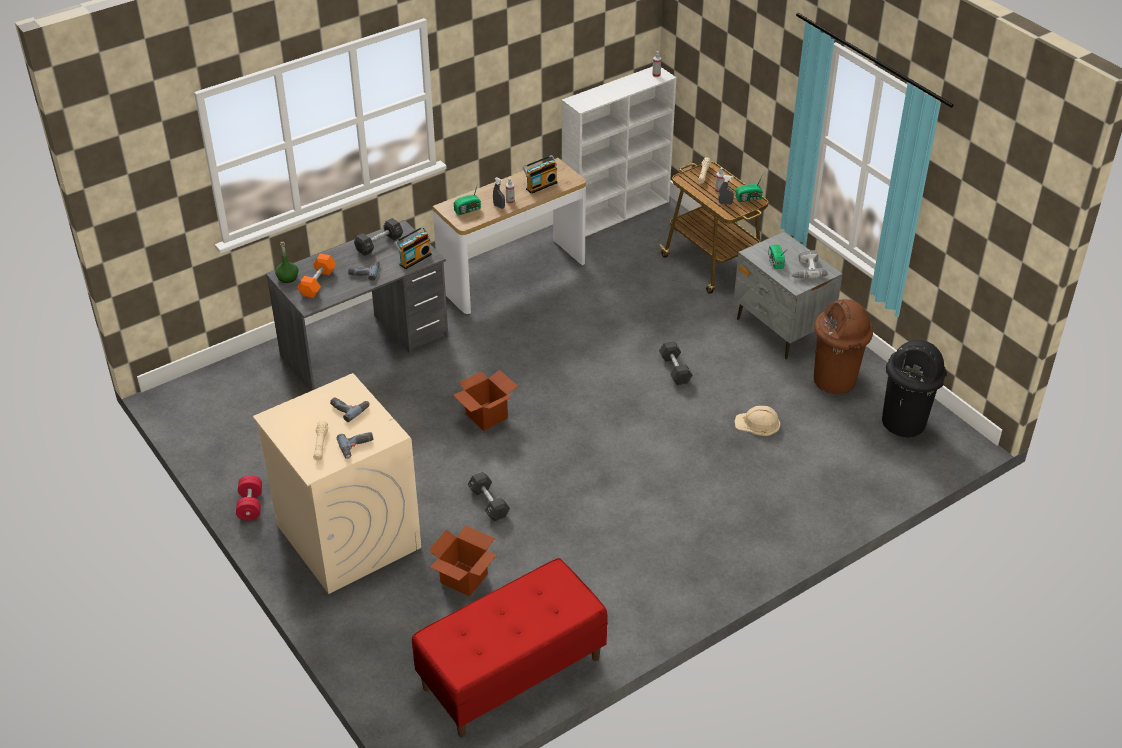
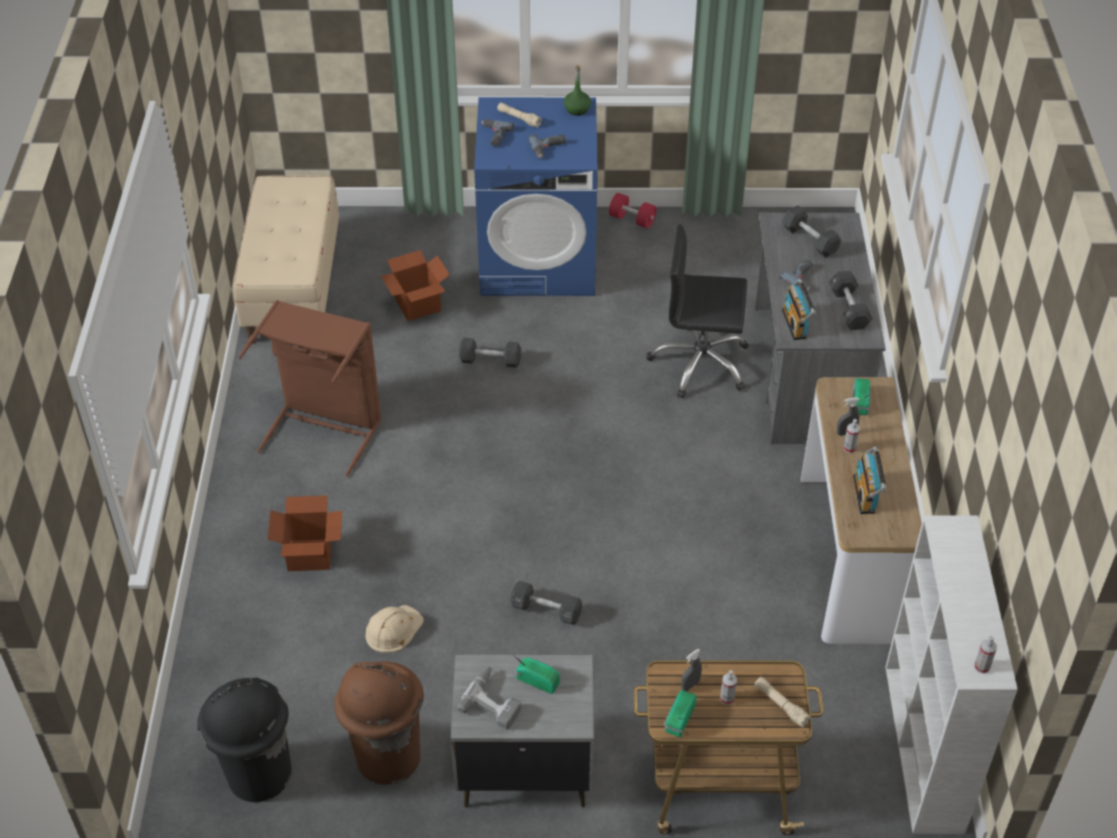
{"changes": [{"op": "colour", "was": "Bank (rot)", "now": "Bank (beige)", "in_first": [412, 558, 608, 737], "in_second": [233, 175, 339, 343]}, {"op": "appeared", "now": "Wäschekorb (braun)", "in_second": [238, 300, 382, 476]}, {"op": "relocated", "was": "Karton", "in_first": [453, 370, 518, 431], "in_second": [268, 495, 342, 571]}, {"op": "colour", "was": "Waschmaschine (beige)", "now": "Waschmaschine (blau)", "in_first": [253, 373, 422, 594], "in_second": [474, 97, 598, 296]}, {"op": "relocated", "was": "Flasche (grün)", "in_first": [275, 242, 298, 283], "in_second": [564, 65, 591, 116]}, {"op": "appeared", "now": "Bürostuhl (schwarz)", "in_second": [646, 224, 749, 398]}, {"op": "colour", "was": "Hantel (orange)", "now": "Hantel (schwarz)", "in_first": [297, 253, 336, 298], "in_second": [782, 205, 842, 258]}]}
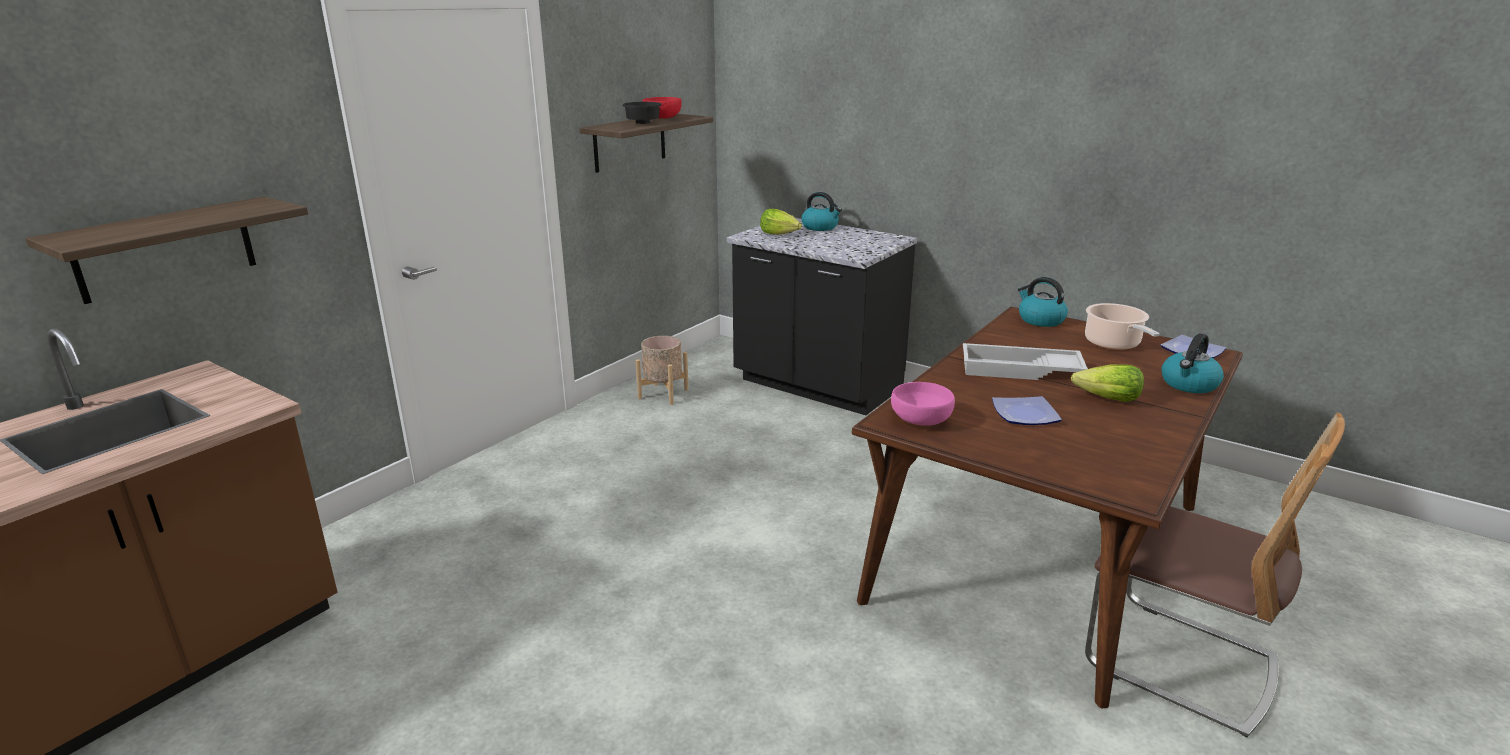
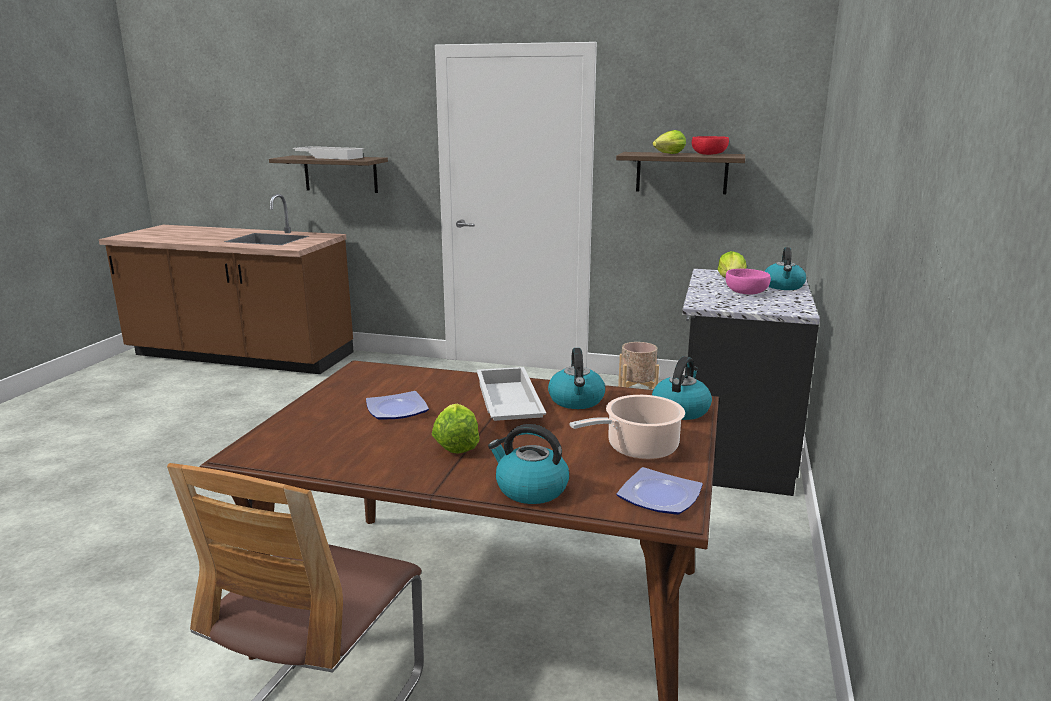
{"changes": [{"op": "appeared", "now": "Tablett (weiß)", "in_second": [293, 146, 364, 160]}, {"op": "appeared", "now": "Wasserkessel", "in_second": [548, 348, 605, 409]}, {"op": "exchanged", "was": "Schüssel (schwarz)", "now": "Salatkopf", "in_first": [622, 102, 662, 124], "in_second": [652, 130, 686, 154]}, {"op": "relocated", "was": "Schüssel (rosa)", "in_first": [891, 382, 955, 426], "in_second": [726, 269, 771, 295]}]}
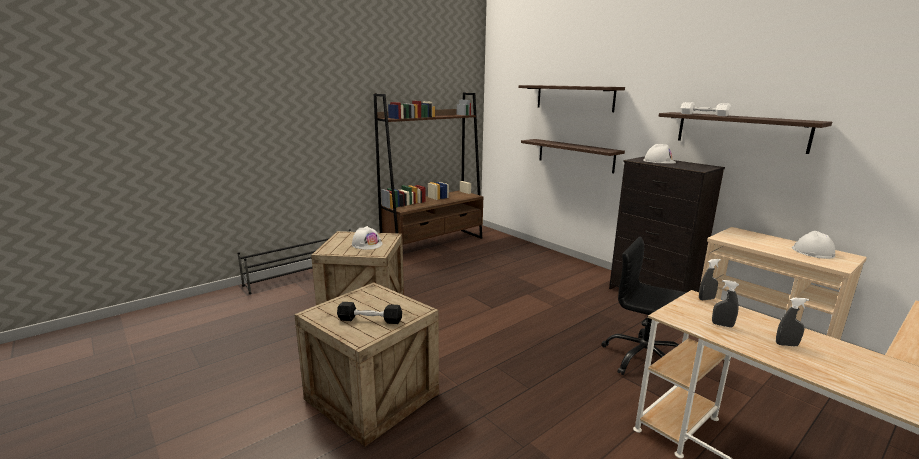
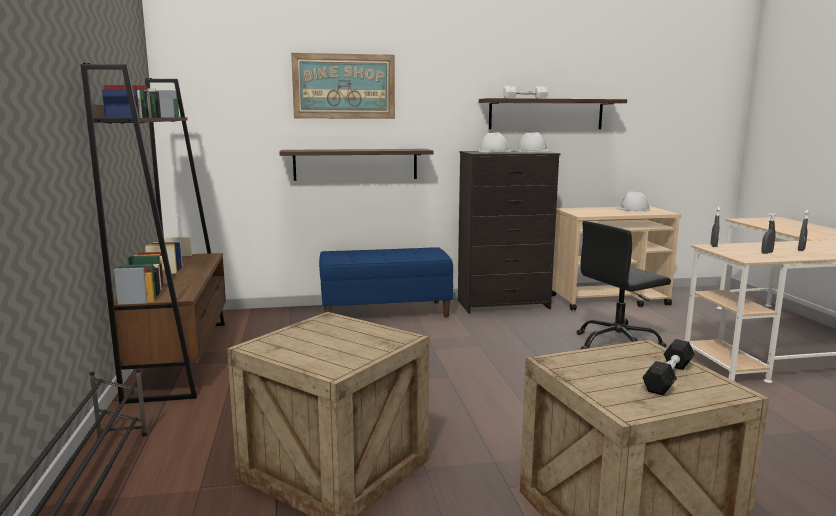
{"changes": [{"op": "exchanged", "was": "Wandregal", "now": "Bild", "in_first": [519, 85, 625, 112], "in_second": [291, 53, 395, 119]}, {"op": "appeared", "now": "Bank (blau)", "in_second": [319, 247, 453, 318]}, {"op": "relocated", "was": "Schutzhelm (weiß)", "in_first": [352, 226, 382, 250], "in_second": [516, 132, 550, 152]}]}
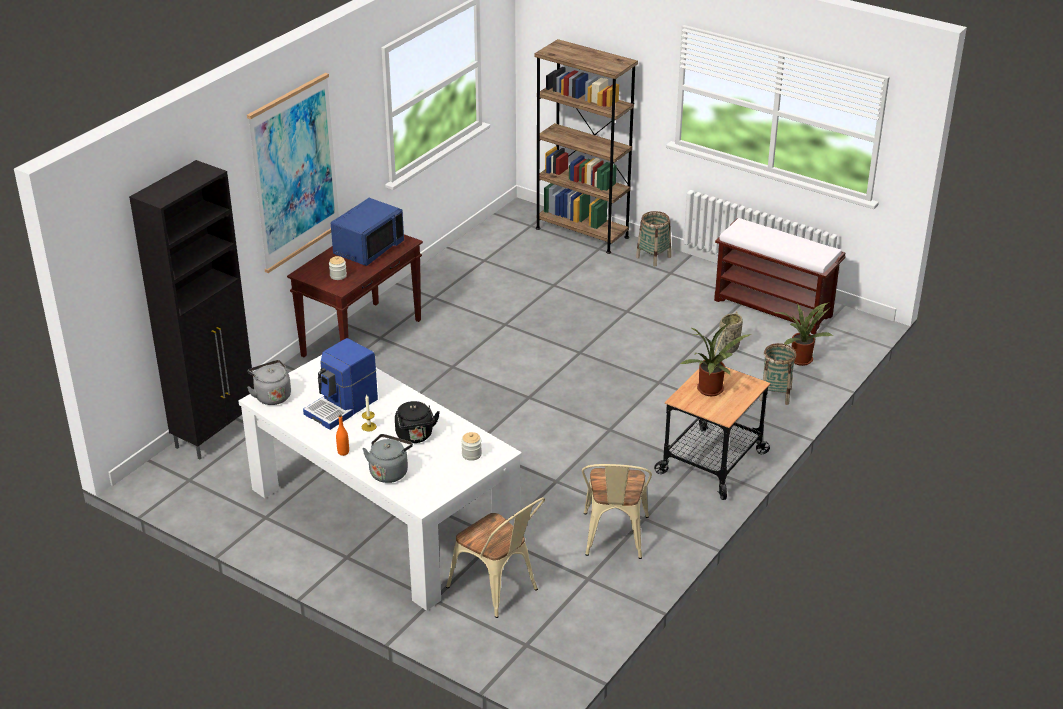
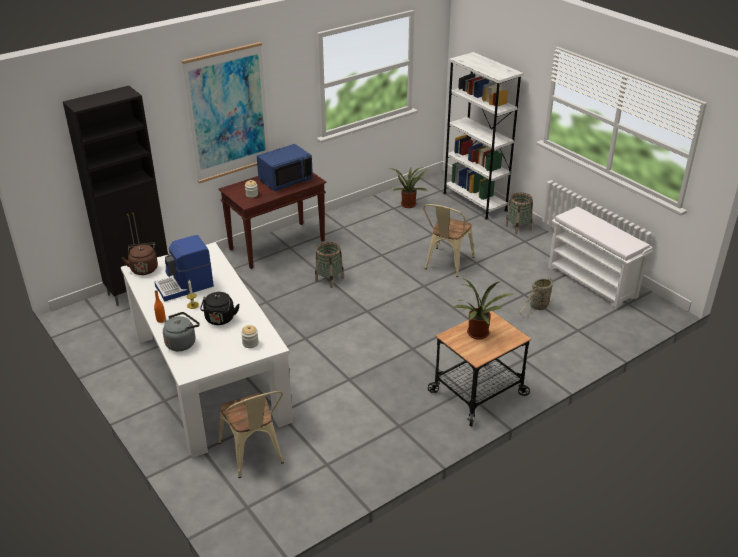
{"changes": [{"op": "colour", "was": "Wasserkessel (grau)", "now": "Wasserkessel (braun)", "in_first": [247, 360, 291, 405], "in_second": [122, 243, 158, 275]}, {"op": "relocated", "was": "Korb", "in_first": [759, 343, 796, 405], "in_second": [315, 242, 344, 288]}, {"op": "relocated", "was": "Topfpflanze", "in_first": [775, 302, 833, 366], "in_second": [389, 167, 427, 208]}, {"op": "relocated", "was": "Stuhl (beige)", "in_first": [582, 464, 652, 559], "in_second": [423, 204, 475, 277]}, {"op": "colour", "was": "Bücherregal (braun)", "now": "Bücherregal (weiß)", "in_first": [534, 39, 638, 254], "in_second": [443, 52, 523, 220]}, {"op": "colour", "was": "Bank (braun)", "now": "Bank (weiß)", "in_first": [714, 218, 846, 334], "in_second": [548, 207, 653, 309]}]}
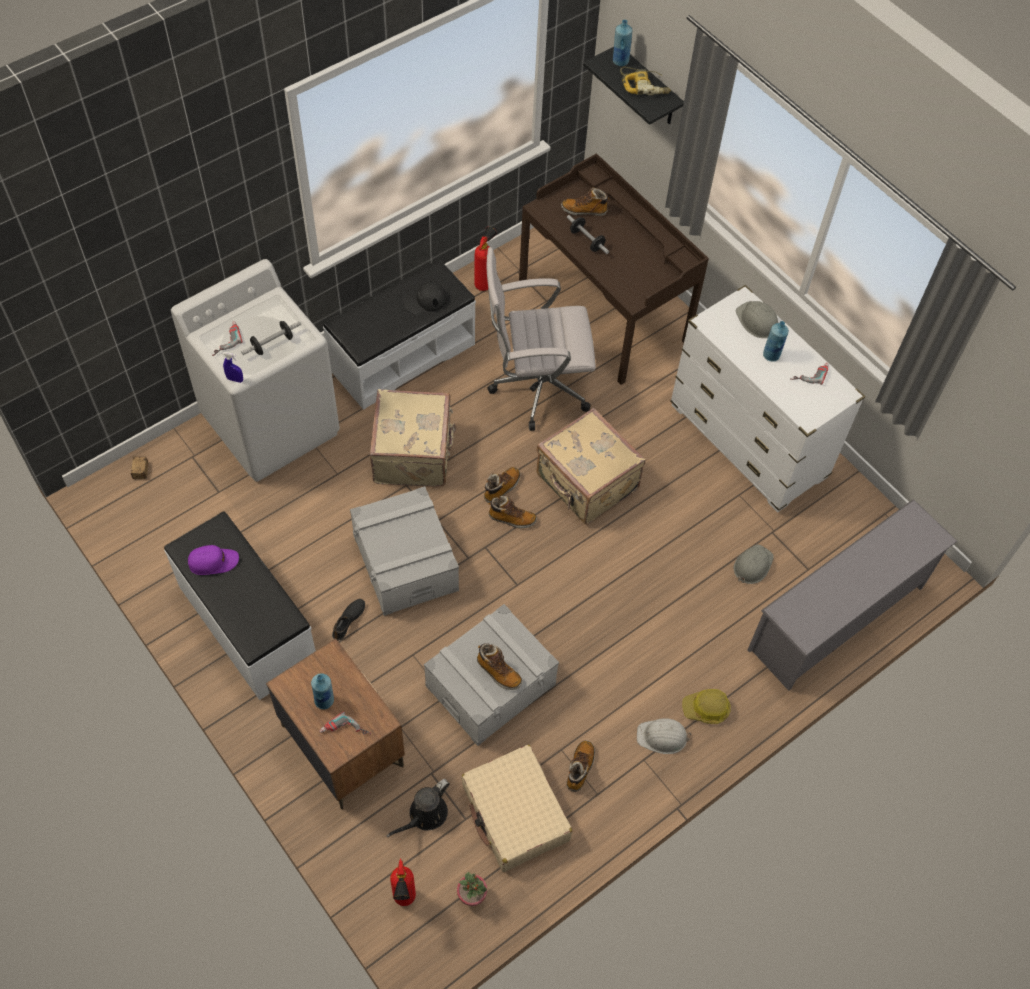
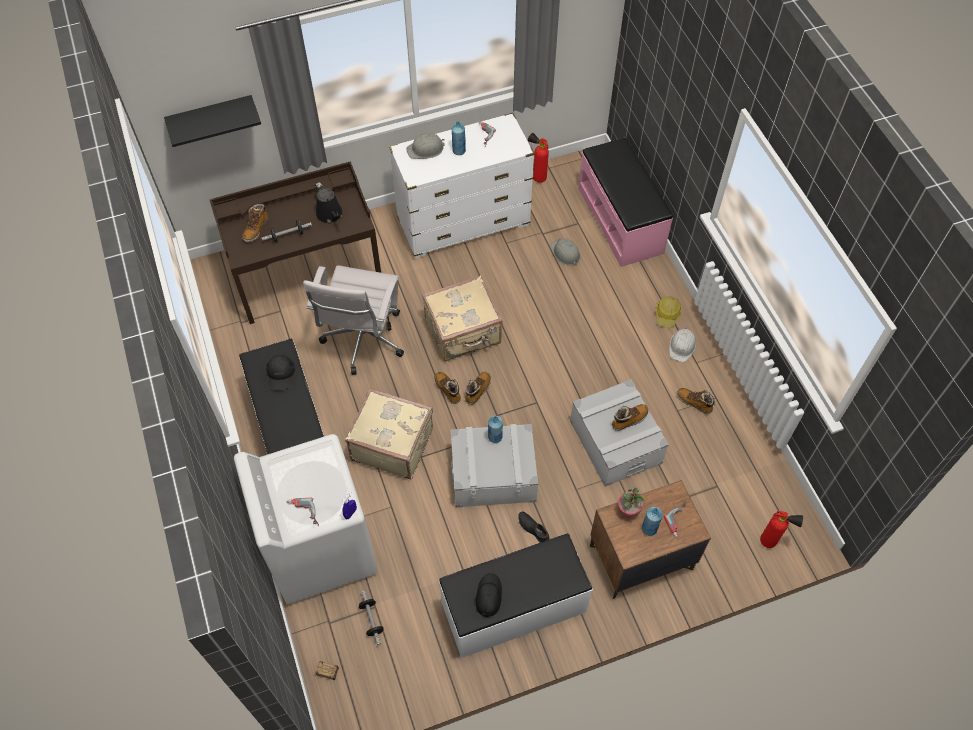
{"changes": [{"op": "relocated", "was": "Gießkanne (schwarz)", "in_first": [386, 779, 450, 837], "in_second": [315, 182, 343, 224]}, {"op": "relocated", "was": "Hantel", "in_first": [241, 321, 301, 355], "in_second": [359, 591, 384, 645]}, {"op": "colour", "was": "Kappe (lila)", "now": "Kappe (schwarz)", "in_first": [188, 545, 239, 575], "in_second": [476, 573, 502, 617]}, {"op": "relocated", "was": "Flasche (blau)", "in_first": [613, 20, 632, 66], "in_second": [488, 416, 503, 443]}, {"op": "relocated", "was": "Feuerlöscher", "in_first": [474, 227, 497, 291], "in_second": [528, 133, 549, 183]}, {"op": "exchanged", "was": "Schuhregal (grau)", "now": "Bank (rosa)", "in_first": [748, 499, 958, 691], "in_second": [578, 137, 673, 267]}, {"op": "relocated", "was": "Topfpflanze", "in_first": [457, 872, 487, 906], "in_second": [618, 487, 644, 518]}, {"op": "missing", "was": "Koffer (beige)", "in_first": [461, 745, 573, 872]}, {"op": "missing", "was": "Bohrmaschine", "in_first": [620, 67, 671, 95]}]}
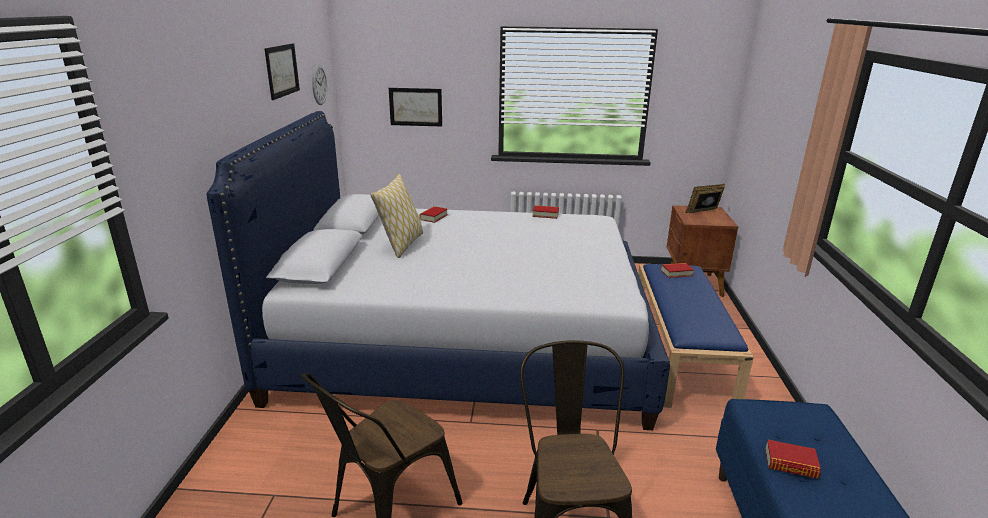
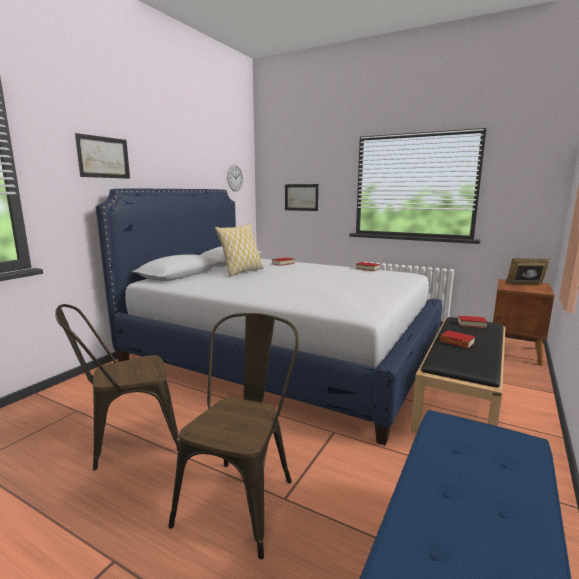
{"changes": [{"op": "relocated", "was": "Bild", "in_first": [264, 43, 300, 100], "in_second": [75, 133, 130, 179]}, {"op": "colour", "was": "Bank (blau)", "now": "Bank (schwarz)", "in_first": [638, 264, 754, 408], "in_second": [411, 317, 506, 433]}, {"op": "relocated", "was": "Buch", "in_first": [765, 439, 821, 479], "in_second": [440, 330, 475, 348]}]}
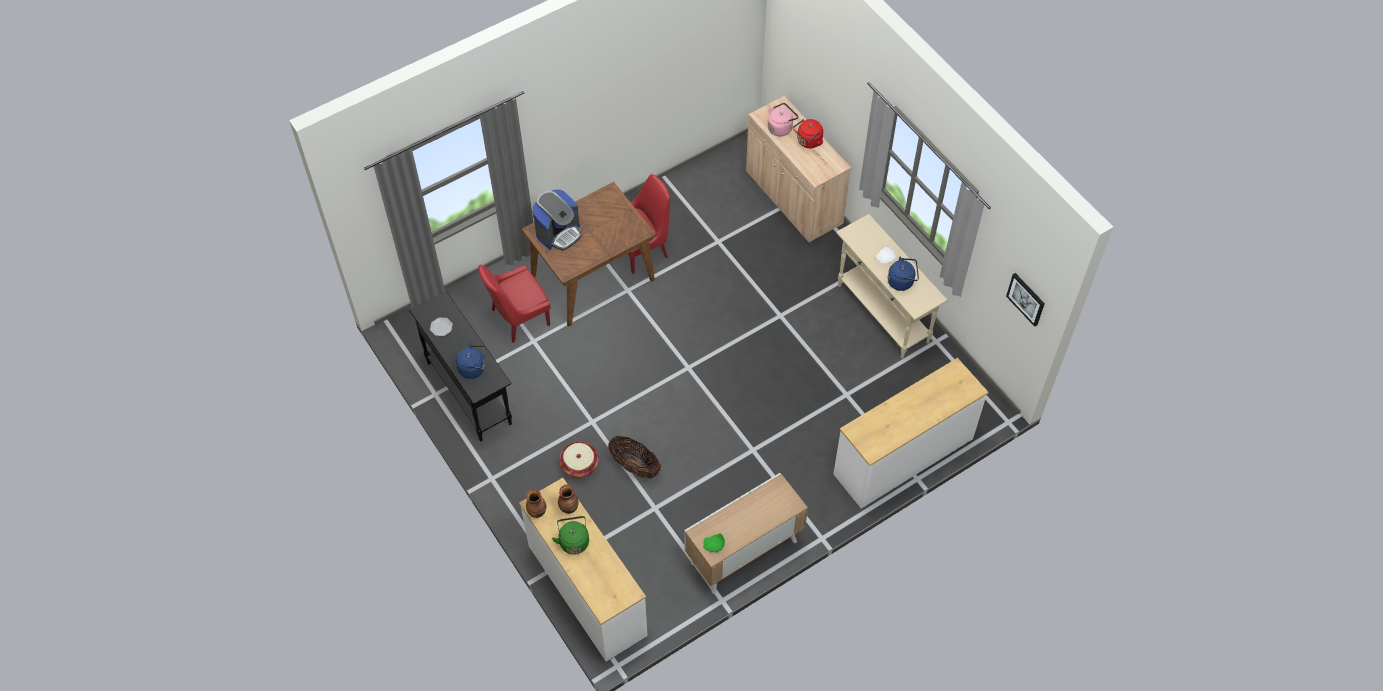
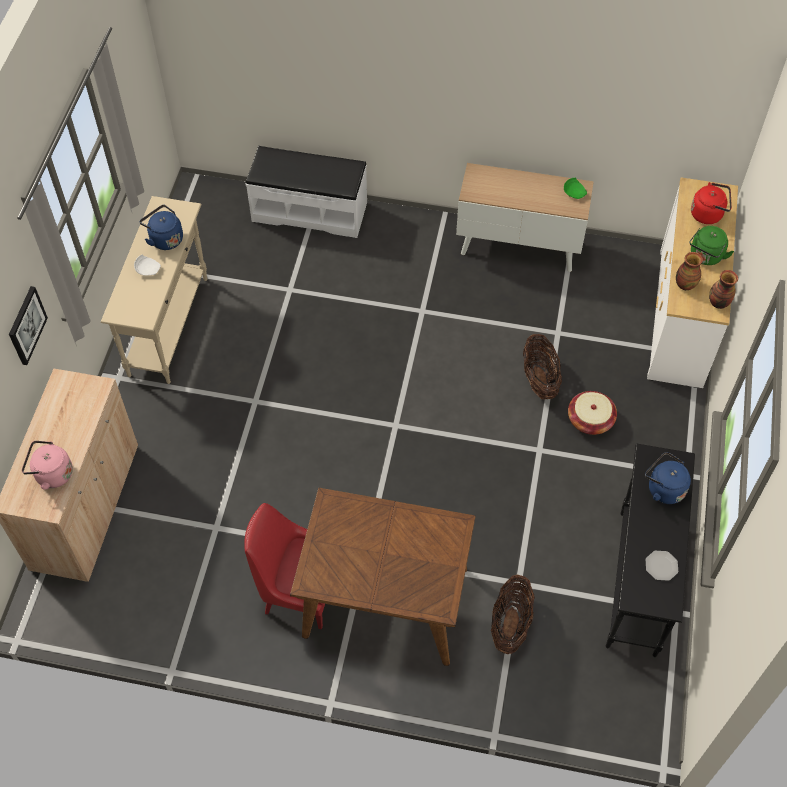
{"changes": [{"op": "relocated", "was": "Bild", "in_first": [1006, 273, 1045, 327], "in_second": [9, 286, 48, 365]}, {"op": "exchanged", "was": "Kommode (weiß)", "now": "Bank (weiß)", "in_first": [833, 358, 988, 509], "in_second": [246, 146, 367, 238]}, {"op": "exchanged", "was": "Stuhl (rot)", "now": "Korb", "in_first": [478, 264, 550, 343], "in_second": [491, 574, 535, 654]}, {"op": "relocated", "was": "Wasserkessel (rot)", "in_first": [793, 119, 823, 148], "in_second": [691, 182, 732, 224]}, {"op": "missing", "was": "Kaffeemaschine", "in_first": [532, 189, 582, 251]}]}
